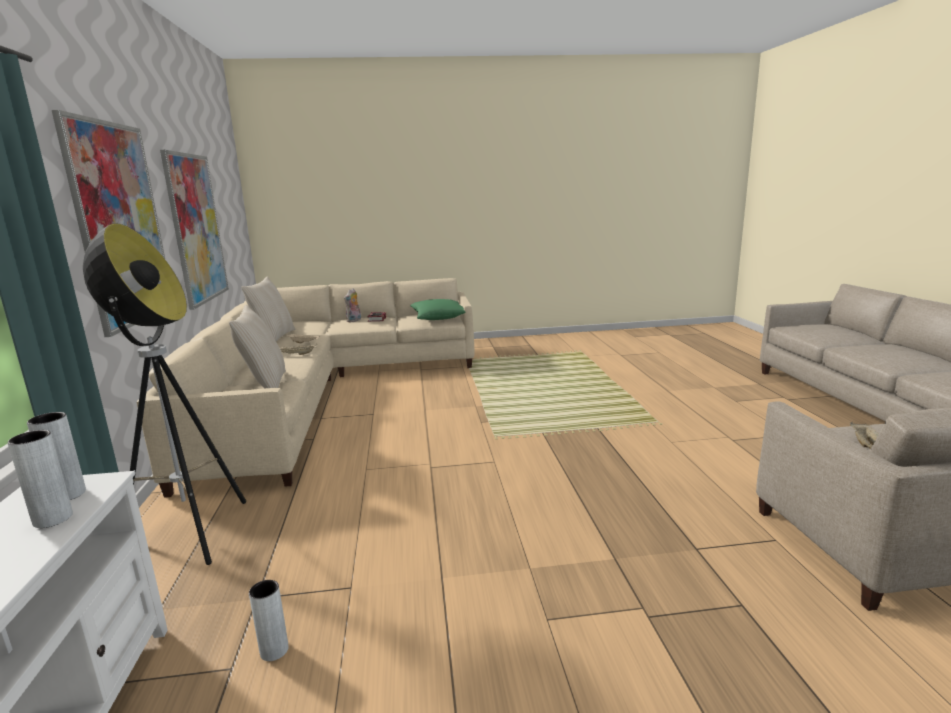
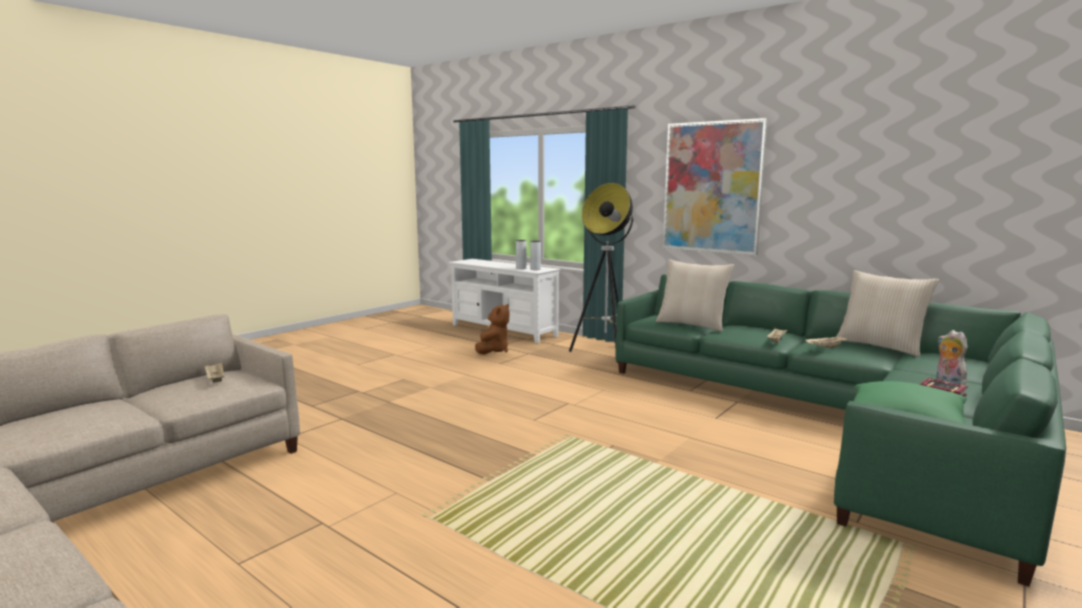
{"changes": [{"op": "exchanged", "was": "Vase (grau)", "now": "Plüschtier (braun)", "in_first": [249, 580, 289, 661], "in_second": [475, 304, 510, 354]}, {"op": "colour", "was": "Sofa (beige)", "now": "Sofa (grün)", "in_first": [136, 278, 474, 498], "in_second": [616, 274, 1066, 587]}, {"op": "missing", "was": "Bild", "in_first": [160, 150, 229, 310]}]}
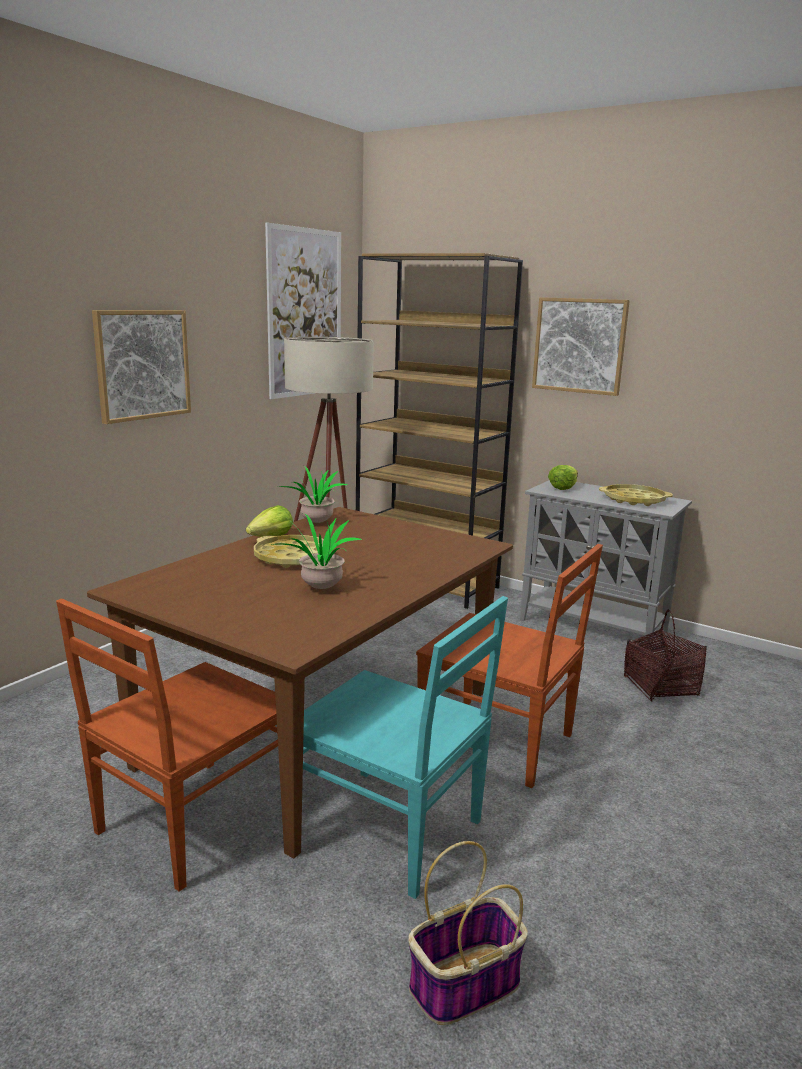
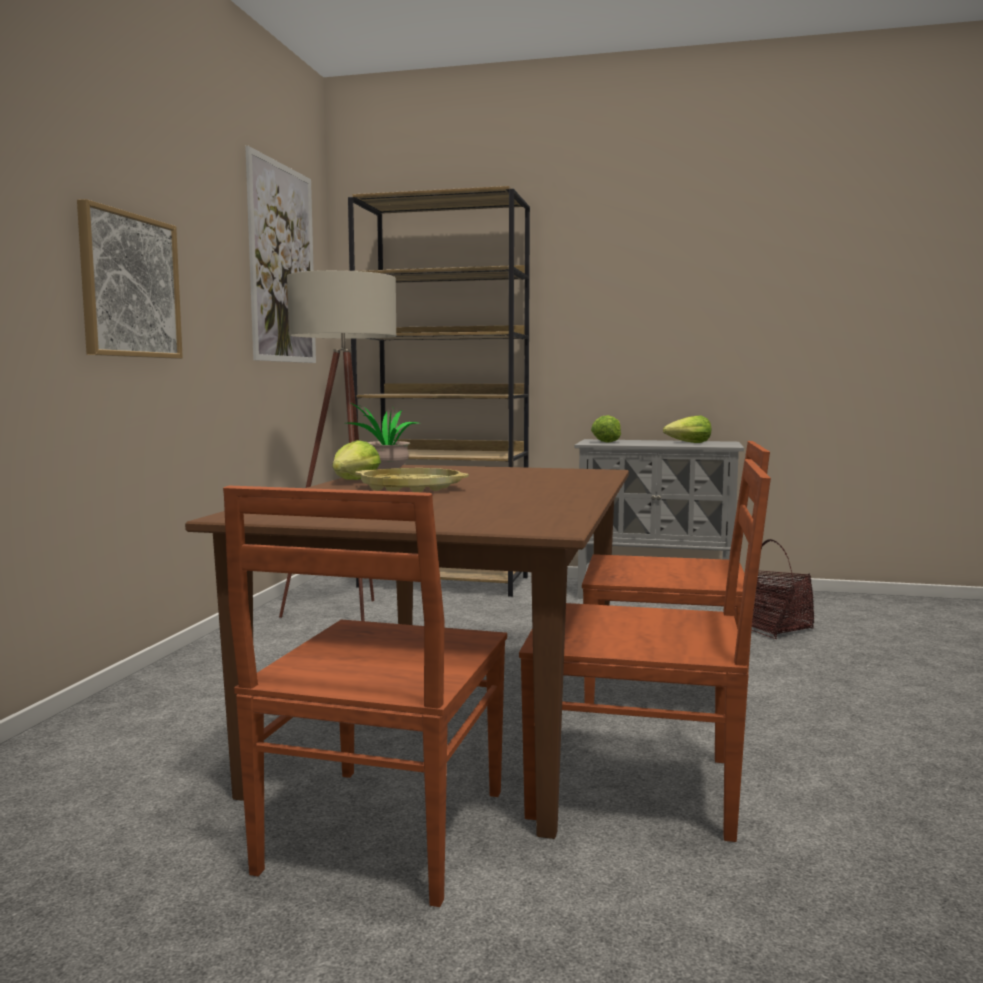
{"changes": [{"op": "colour", "was": "Stuhl (türkis)", "now": "Stuhl (braun)", "in_first": [303, 596, 508, 899], "in_second": [519, 459, 771, 842]}, {"op": "exchanged", "was": "Tablett (gelb)", "now": "Salatkopf", "in_first": [599, 484, 673, 506], "in_second": [663, 416, 711, 443]}, {"op": "missing", "was": "Topfpflanze", "in_first": [271, 513, 362, 589]}, {"op": "missing", "was": "Korb", "in_first": [408, 841, 528, 1025]}, {"op": "missing", "was": "Bild", "in_first": [532, 297, 630, 396]}]}
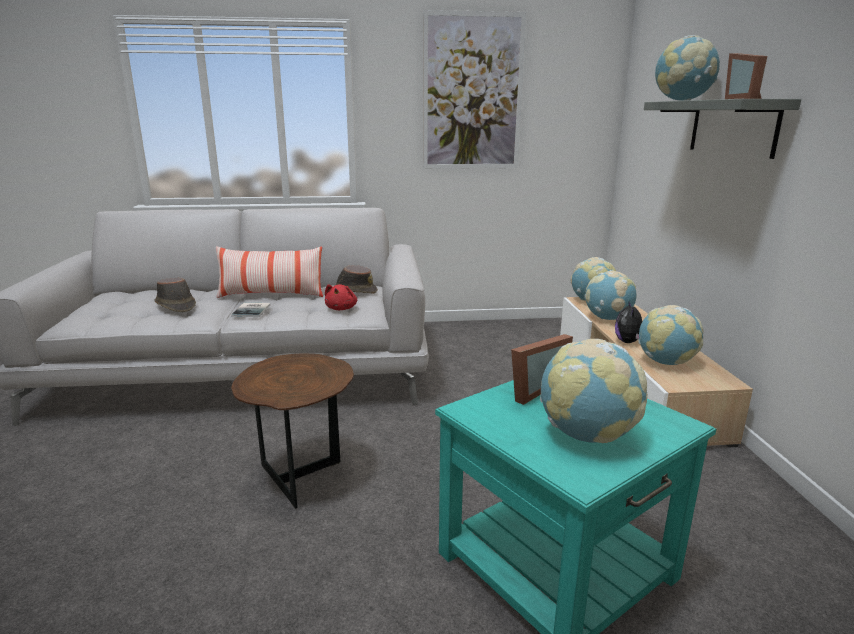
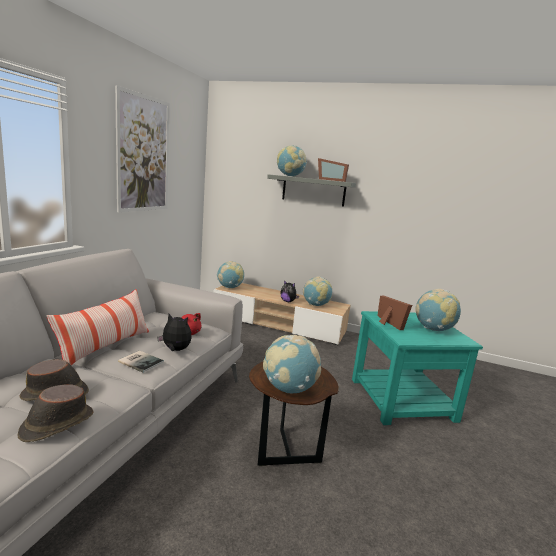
{"changes": [{"op": "relocated", "was": "Hut (braun)", "in_first": [336, 265, 378, 294], "in_second": [17, 384, 94, 442]}, {"op": "appeared", "now": "Plüschtier", "in_second": [157, 314, 192, 351]}, {"op": "relocated", "was": "Globus", "in_first": [584, 270, 636, 320], "in_second": [263, 335, 321, 393]}]}
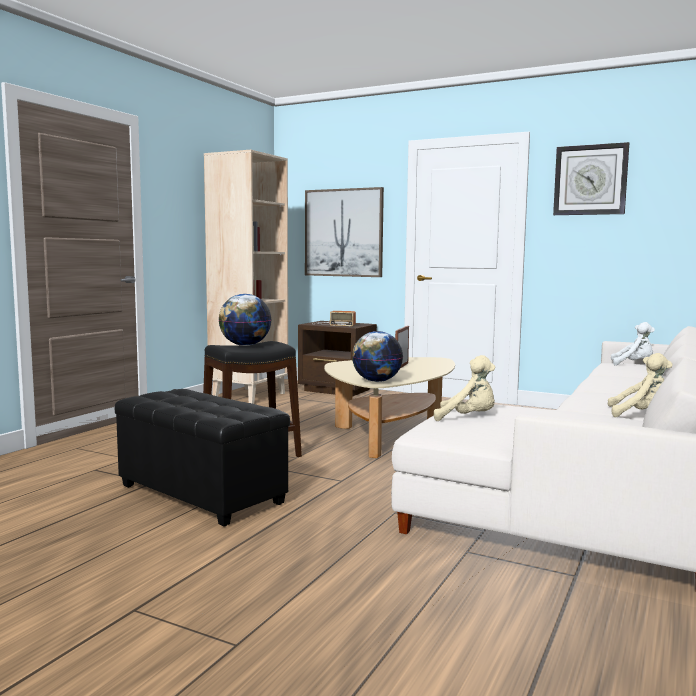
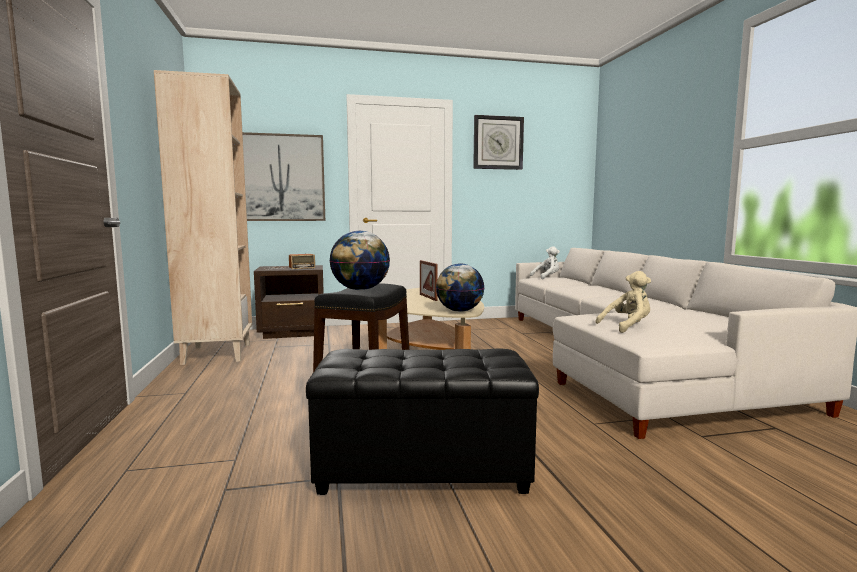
{"changes": [{"op": "missing", "was": "Plüschtier (beige)", "in_first": [607, 353, 673, 417]}]}
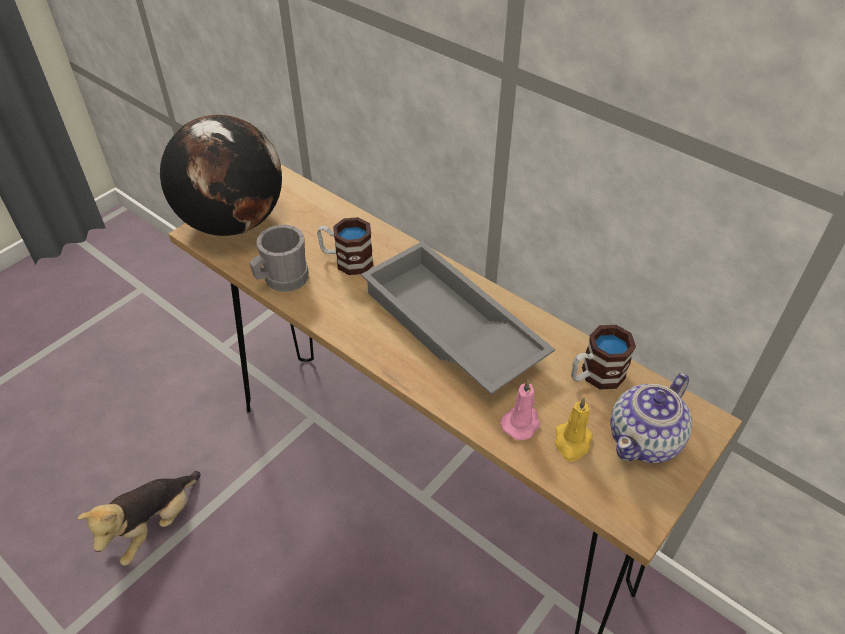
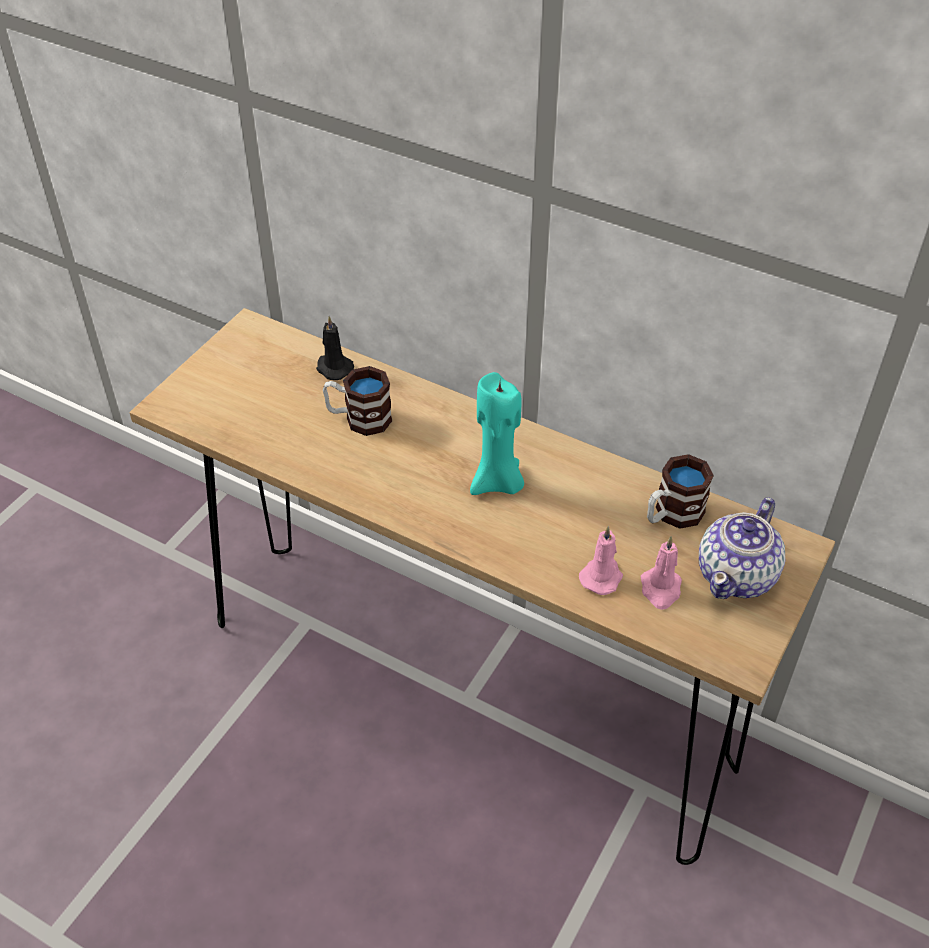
{"changes": [{"op": "appeared", "now": "Kerze (schwarz)", "in_second": [316, 316, 354, 380]}, {"op": "exchanged", "was": "Tablett (grau)", "now": "Kerze (türkis)", "in_first": [361, 241, 555, 394], "in_second": [470, 372, 524, 495]}, {"op": "colour", "was": "Kerze (gelb)", "now": "Kerze (rosa)", "in_first": [555, 397, 593, 462], "in_second": [641, 536, 682, 610]}, {"op": "missing", "was": "Plüschtier", "in_first": [77, 471, 200, 566]}, {"op": "missing", "was": "Globus", "in_first": [160, 115, 282, 236]}, {"op": "missing", "was": "Henkelbecher (grau)", "in_first": [249, 225, 309, 292]}]}
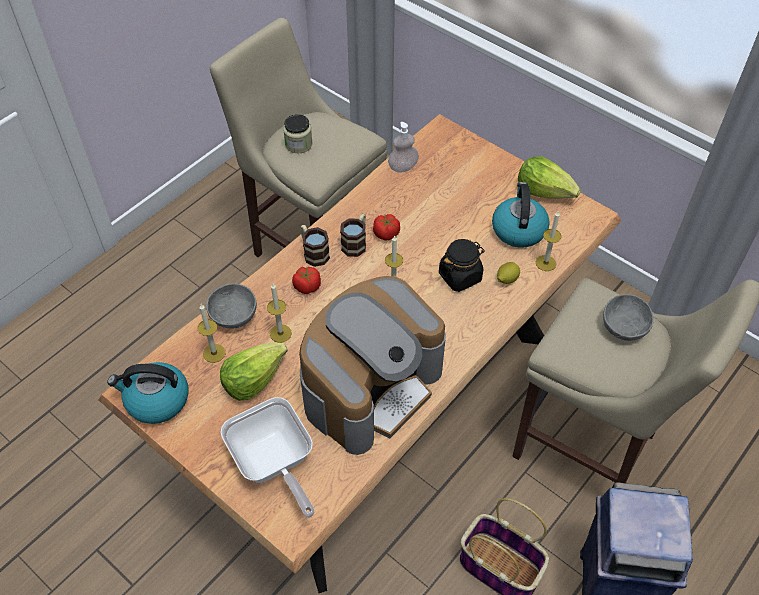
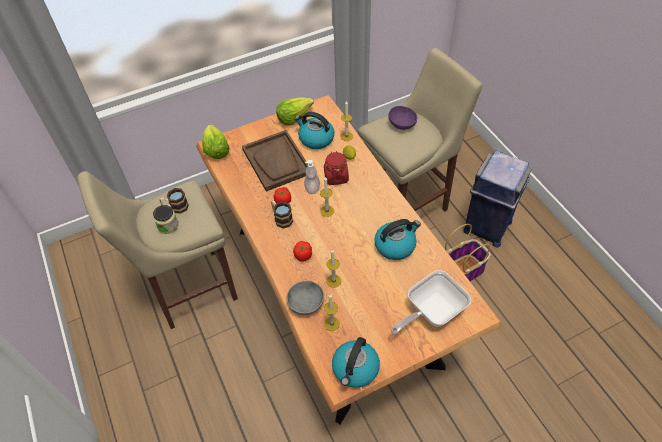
{"changes": [{"op": "relocated", "was": "Henkelbecher", "in_first": [300, 225, 330, 267], "in_second": [160, 188, 189, 214]}, {"op": "relocated", "was": "Salatkopf", "in_first": [220, 342, 288, 401], "in_second": [202, 124, 230, 159]}, {"op": "appeared", "now": "Tablett (braun)", "in_second": [242, 130, 308, 192]}, {"op": "relocated", "was": "Seifenspender", "in_first": [388, 122, 419, 172], "in_second": [304, 160, 320, 194]}, {"op": "colour", "was": "Vorratsglas (schwarz)", "now": "Vorratsglas (rot)", "in_first": [439, 239, 485, 292], "in_second": [324, 151, 349, 185]}, {"op": "exchanged", "was": "Kaffeemaschine", "now": "Wasserkessel", "in_first": [299, 276, 446, 455], "in_second": [374, 219, 421, 260]}, {"op": "colour", "was": "Schüssel (grau)", "now": "Schüssel (lila)", "in_first": [603, 294, 654, 341], "in_second": [388, 106, 417, 130]}, {"op": "spun", "was": "Pfanne", "in_first": [220, 397, 315, 518], "in_second": [391, 270, 471, 335], "clockwise": 150}]}
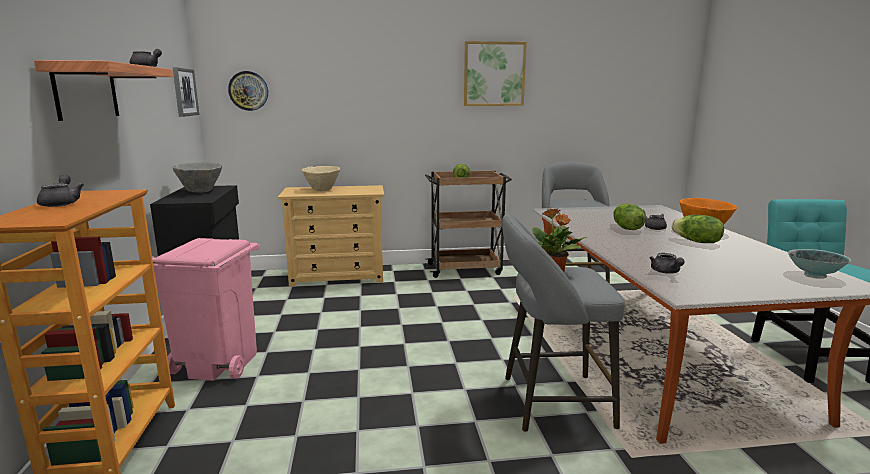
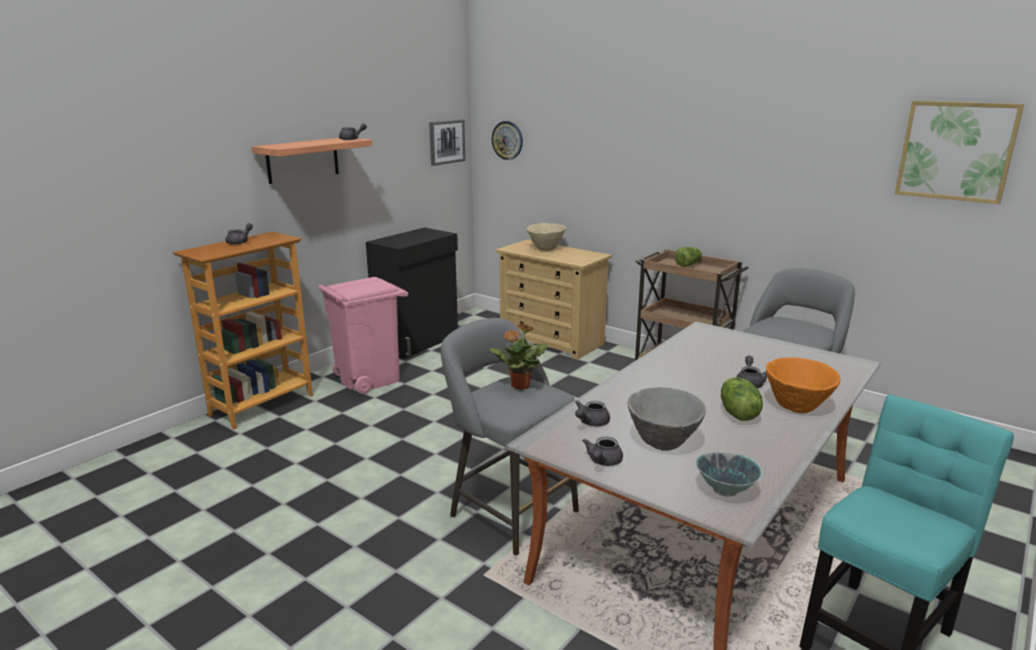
{"changes": [{"op": "appeared", "now": "Teekanne (grau)", "in_second": [583, 437, 623, 466]}, {"op": "relocated", "was": "Schüssel (grau)", "in_first": [172, 162, 222, 193], "in_second": [628, 387, 706, 451]}, {"op": "relocated", "was": "Bild", "in_first": [464, 41, 527, 106], "in_second": [895, 101, 1024, 204]}, {"op": "missing", "was": "Salatkopf", "in_first": [613, 203, 646, 230]}]}
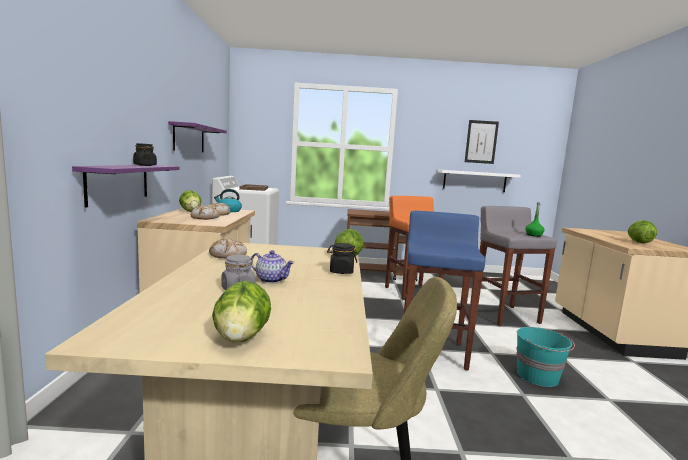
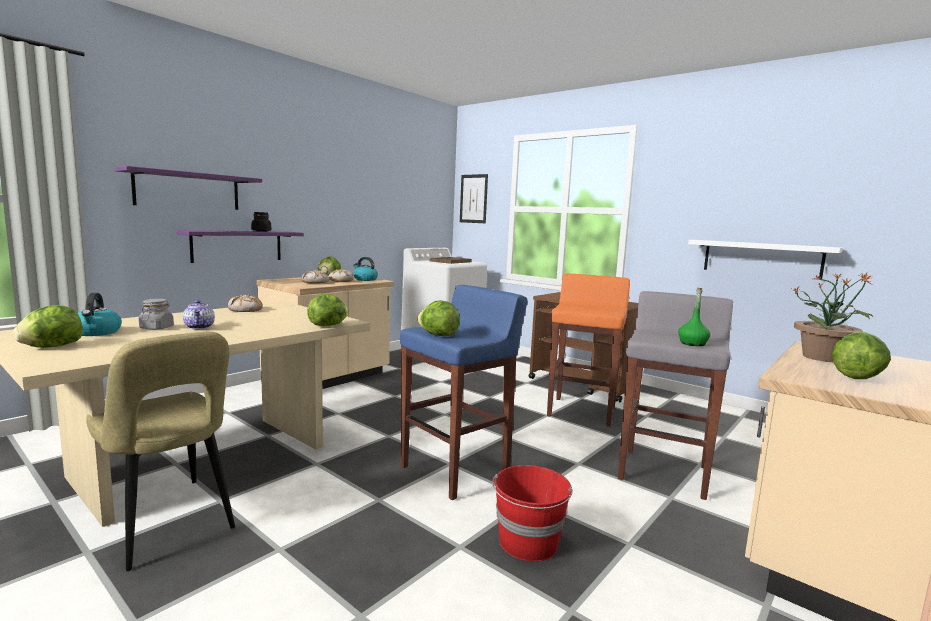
{"changes": [{"op": "appeared", "now": "Wasserkessel", "in_second": [77, 293, 122, 336]}, {"op": "relocated", "was": "Wandregal (lila)", "in_first": [168, 121, 227, 152], "in_second": [115, 166, 262, 210]}, {"op": "appeared", "now": "Salatkopf", "in_second": [417, 300, 460, 336]}, {"op": "relocated", "was": "Bild", "in_first": [465, 120, 499, 164], "in_second": [460, 174, 488, 223]}, {"op": "colour", "was": "Eimer (türkis)", "now": "Eimer (rot)", "in_first": [516, 327, 575, 387], "in_second": [492, 465, 573, 561]}, {"op": "appeared", "now": "Topfpflanze", "in_second": [792, 273, 872, 362]}, {"op": "missing", "was": "Vorratsglas (schwarz)", "in_first": [327, 243, 357, 274]}]}
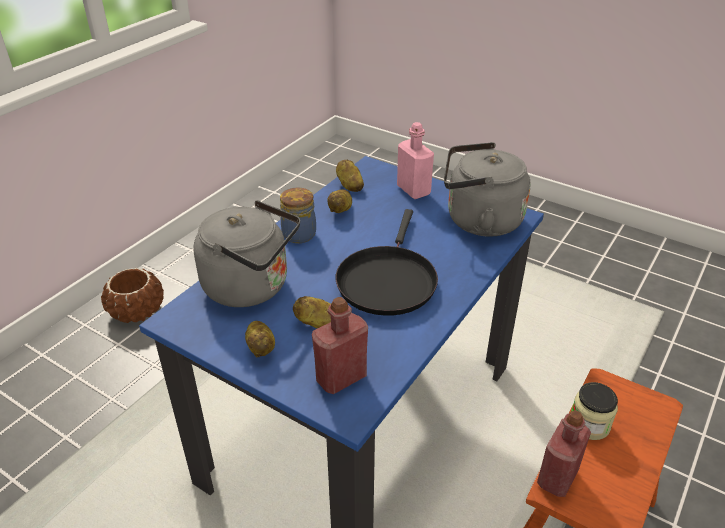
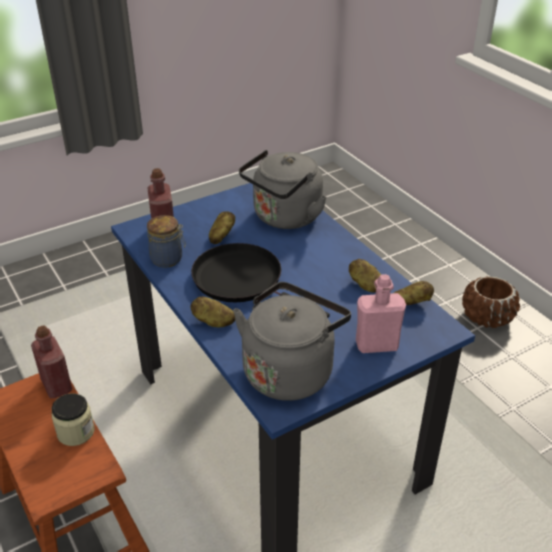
{"changes": [{"op": "relocated", "was": "Vorratsglas", "in_first": [280, 187, 316, 243], "in_second": [147, 215, 186, 268]}, {"op": "relocated", "was": "Kartoffel", "in_first": [245, 321, 275, 357], "in_second": [191, 296, 235, 327]}]}
